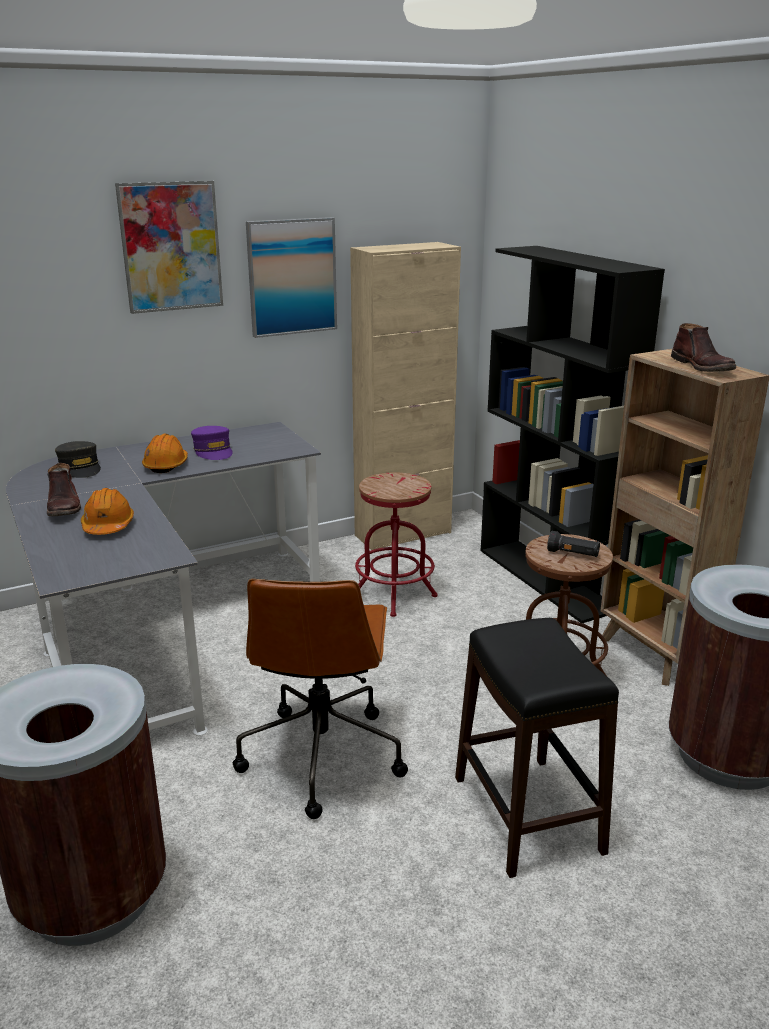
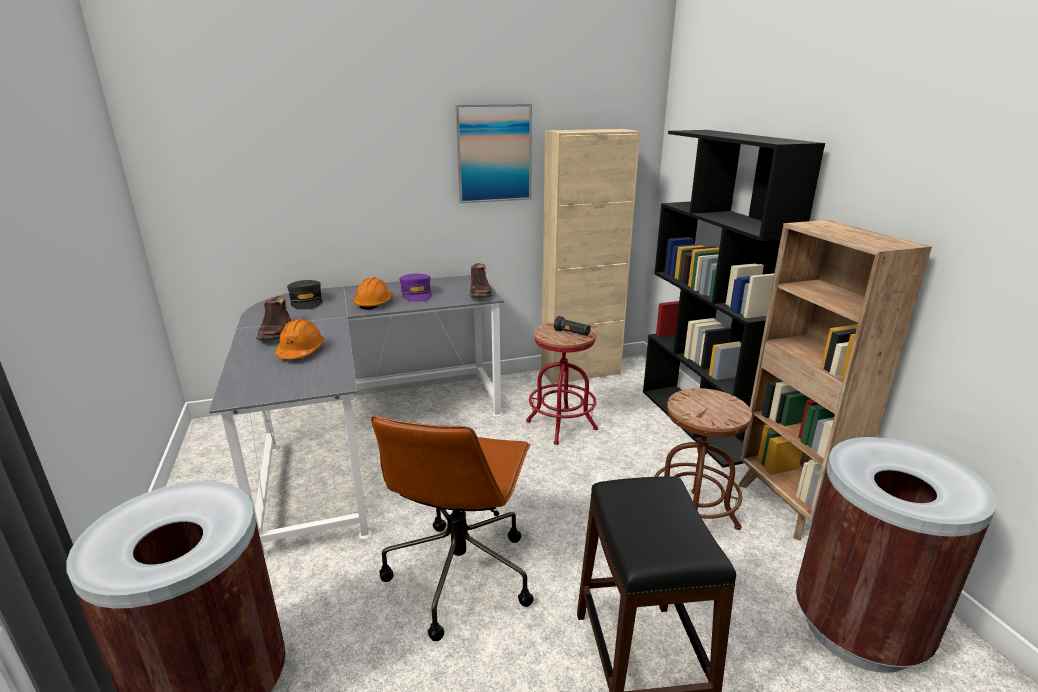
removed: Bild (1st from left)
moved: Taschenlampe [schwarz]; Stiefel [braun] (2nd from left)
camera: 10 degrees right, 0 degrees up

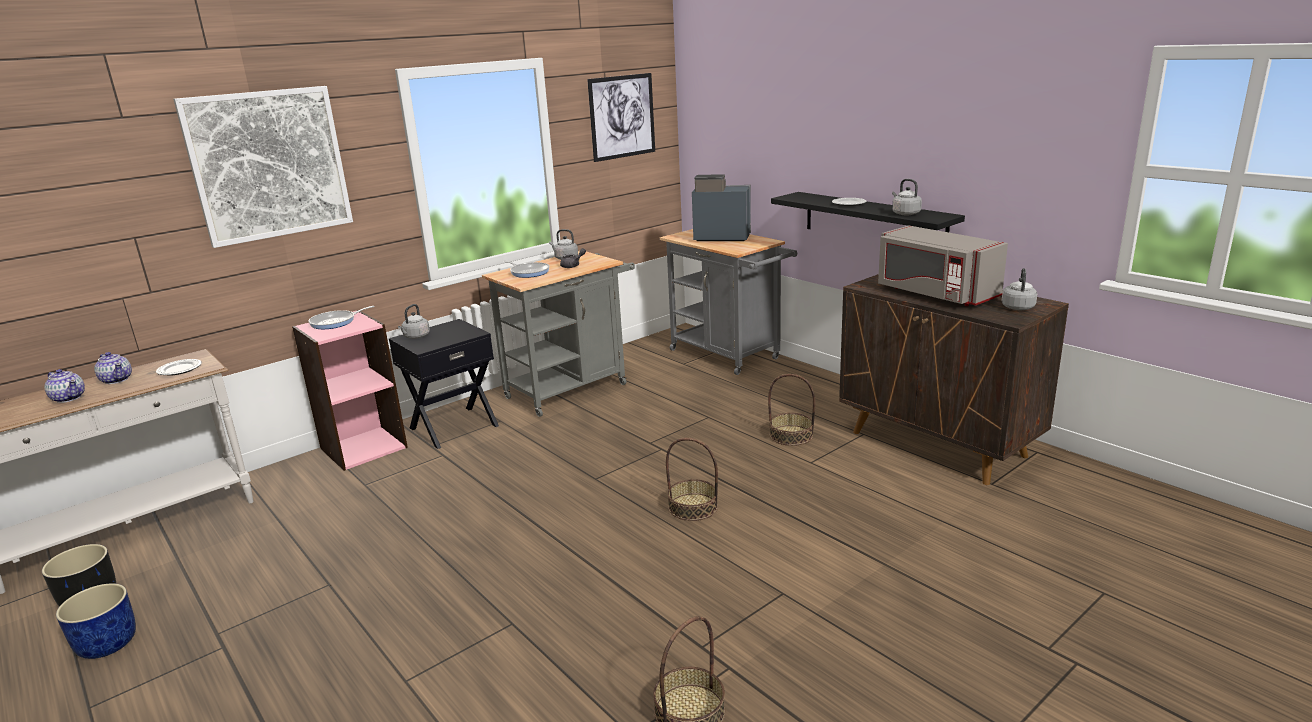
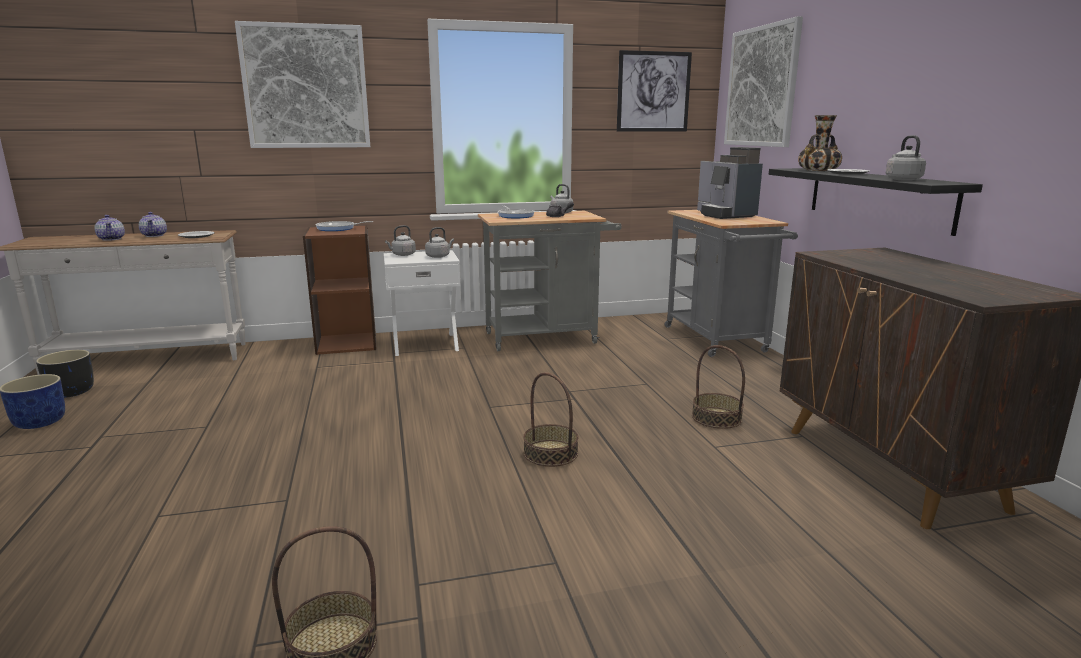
removed: Mikrowelle [grau]
added: Bild (3rd from left); Vase
moved: Wasserkessel [grau] (4th from left in the first image) to Wasserkessel [grau] (2nd from left)
recoloured: Bücherregal [rosa] to Bücherregal [braun]; Nachttisch [schwarz] to Nachttisch [weiß]
turned: Kaffeemaschine 150 degrees counterclockwise
camera: 25 degrees right, 5 degrees down

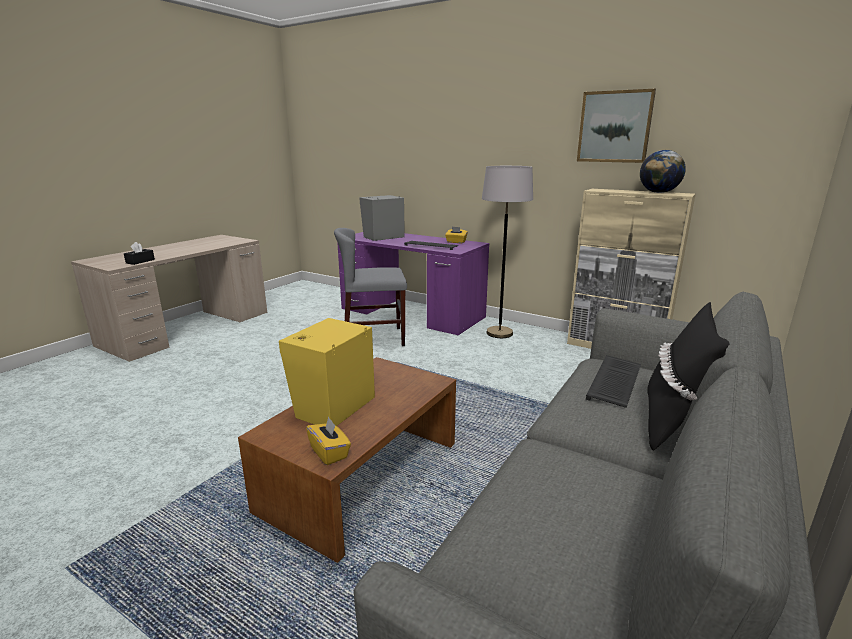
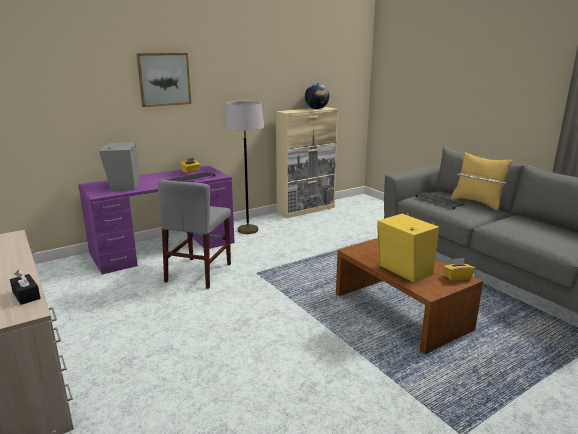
moved: Bild
recoloured: Kissen [schwarz] to Kissen [gelb]
camera: 65 degrees left, 0 degrees up

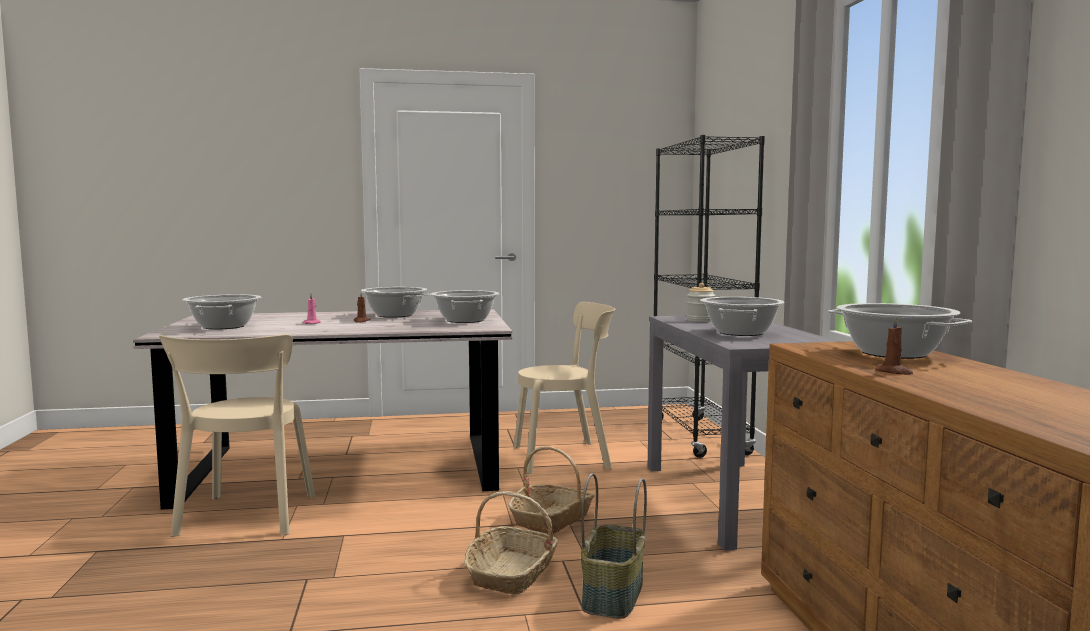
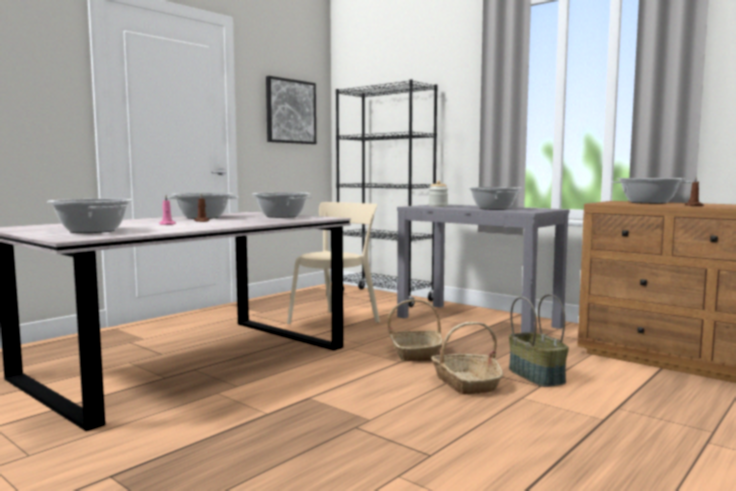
removed: Stuhl [beige] (1st from left)
added: Bild
camera: 40 degrees left, 0 degrees up

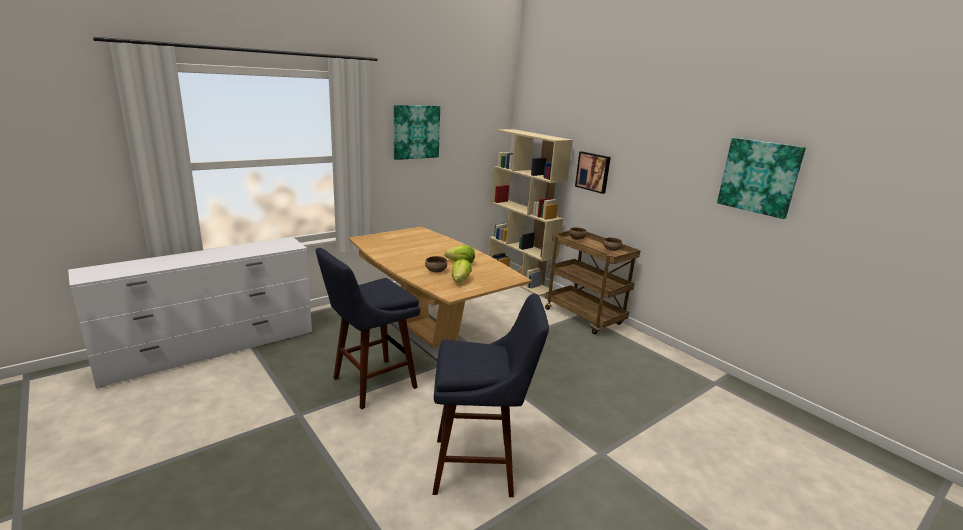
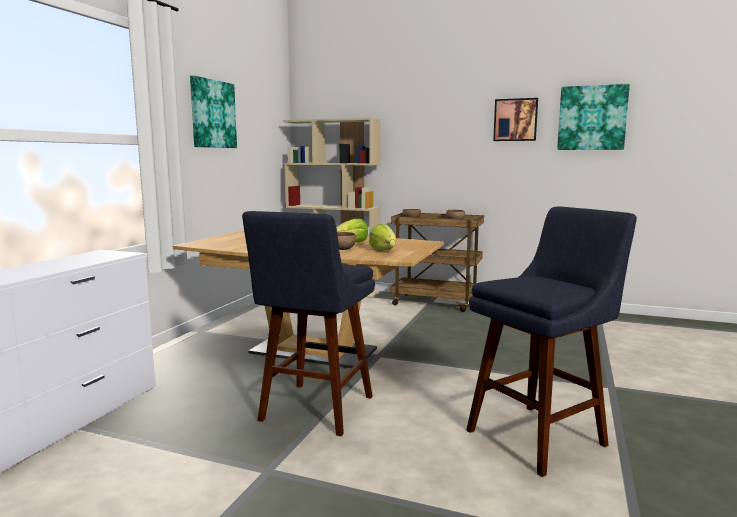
moved: Bild (2nd from left)
camera: 30 degrees left, 10 degrees down

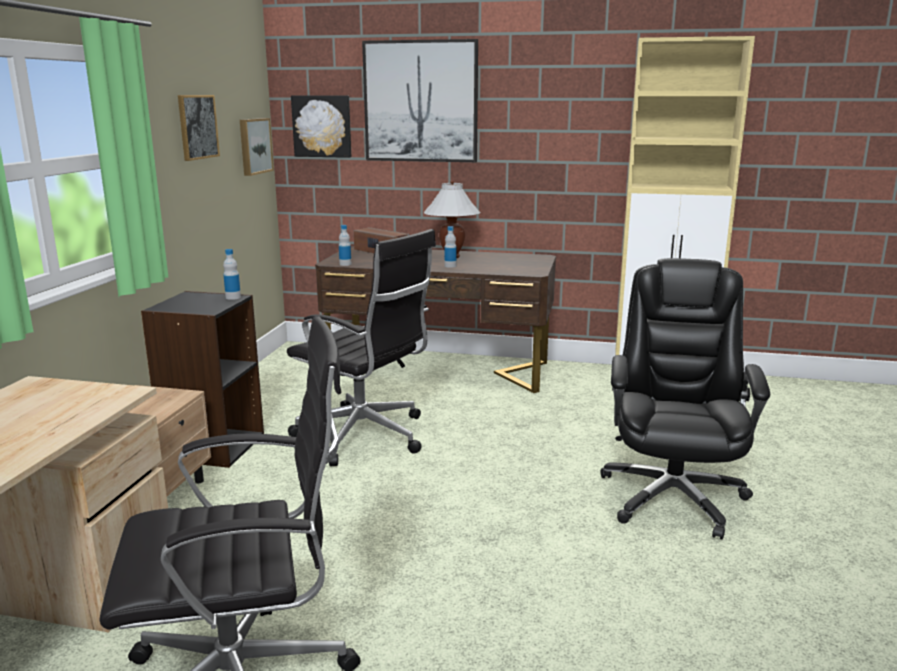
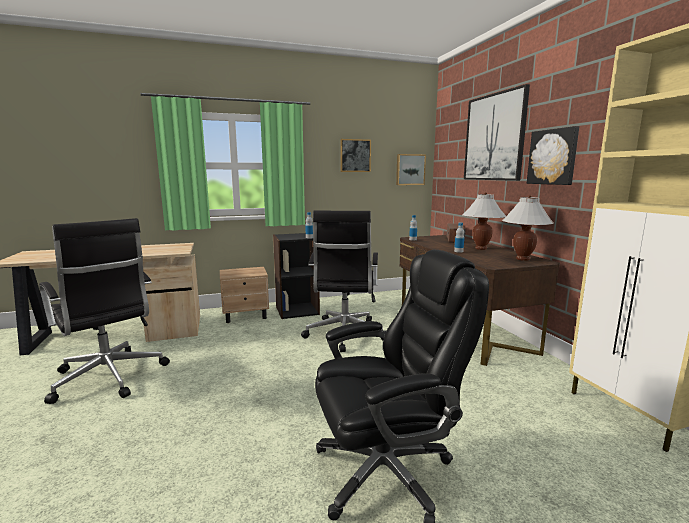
added: Tischlampe [weiß] (2nd from left)
moved: Bild (3rd from left in the first image) to Bild (4th from left)
camera: 60 degrees right, 5 degrees down

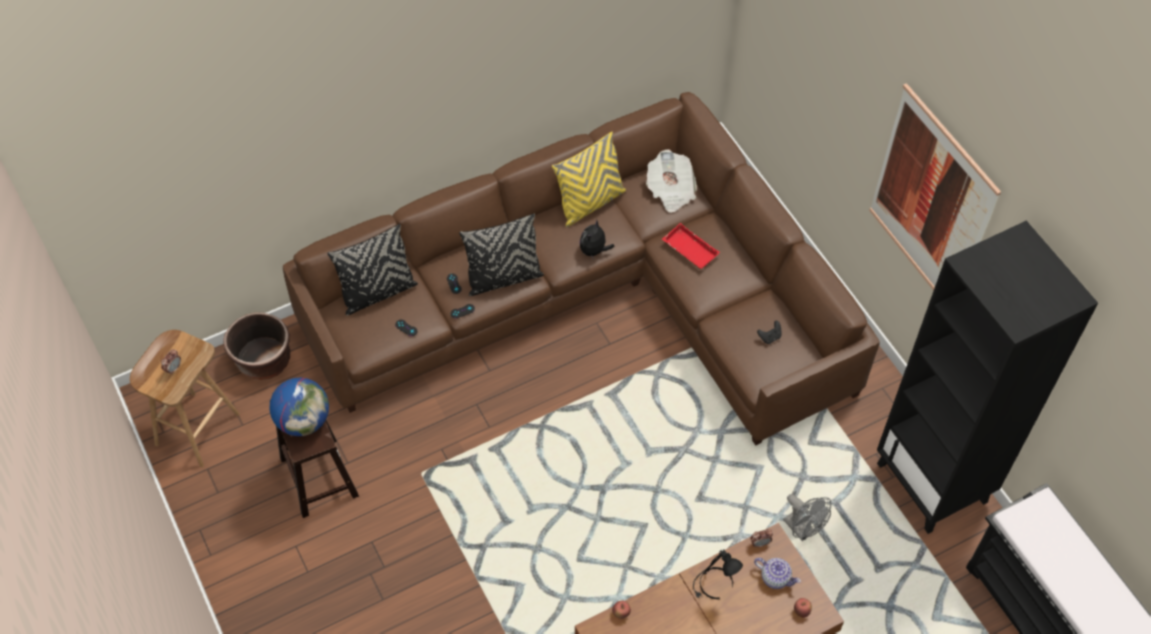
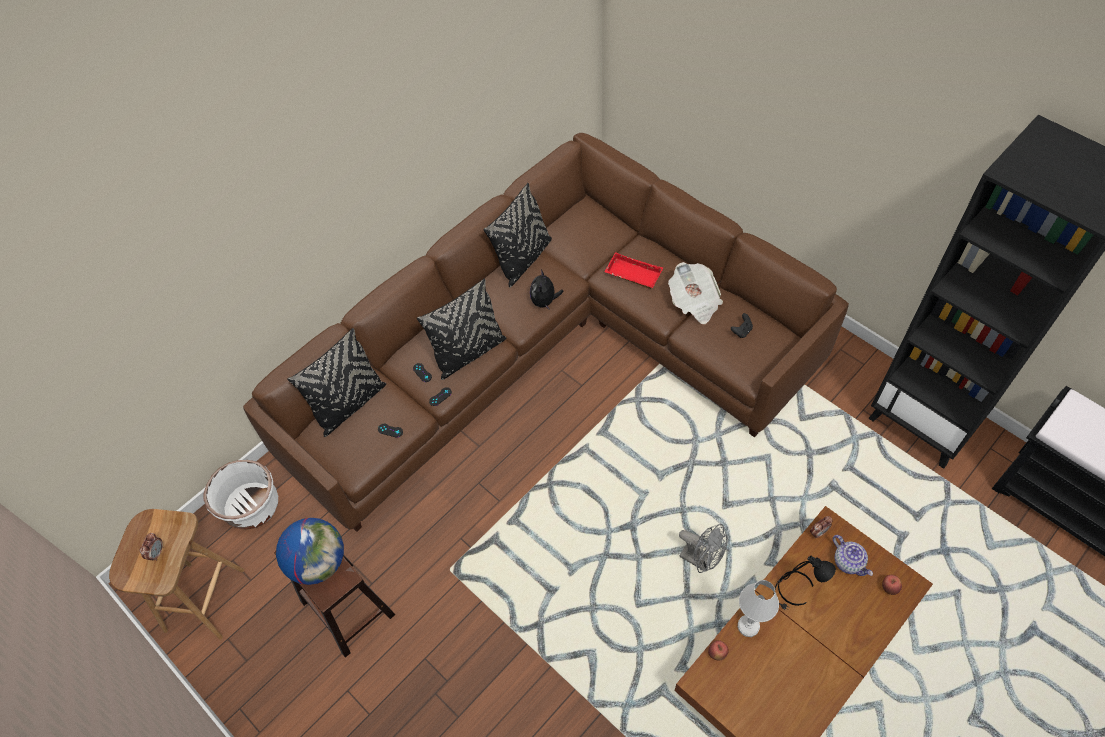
removed: Bild
added: Tischlampe [weiß]
moved: Zeitung; Ventilator [grau]
recoloured: Pflanzkübel [braun] to Pflanzkübel [weiß]; Kissen [gelb] to Kissen [schwarz] (3rd from left)
turned: Teekanne 45 degrees clockwise
camera: 15 degrees left, 0 degrees up

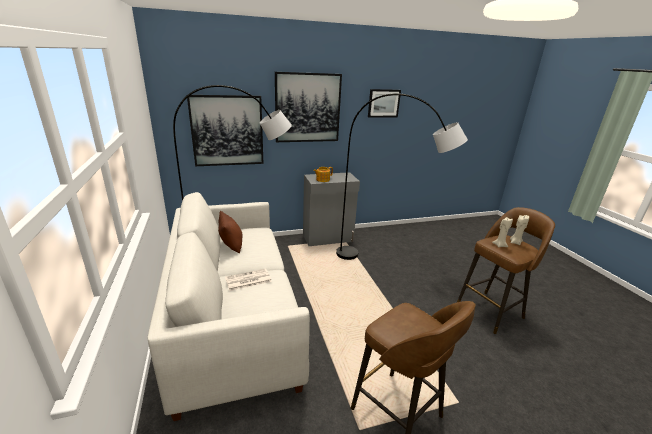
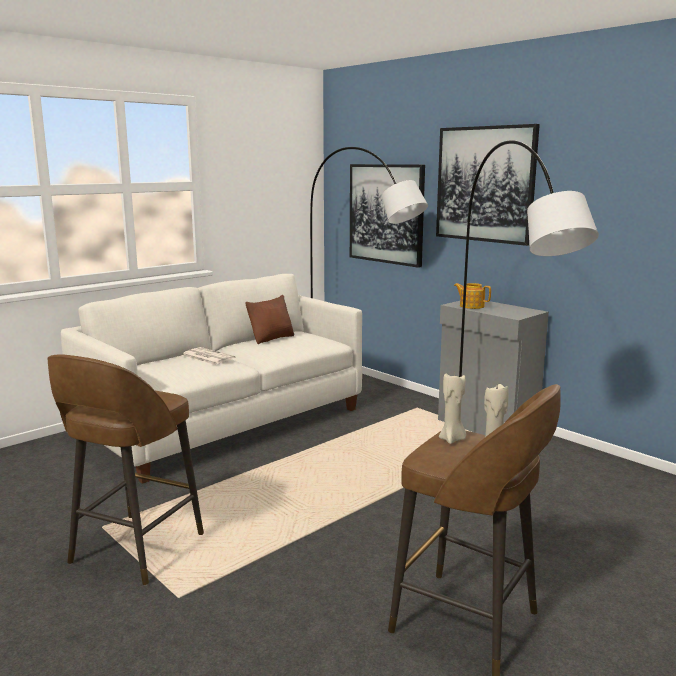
removed: Bild (3rd from left)
camera: 65 degrees right, 10 degrees down

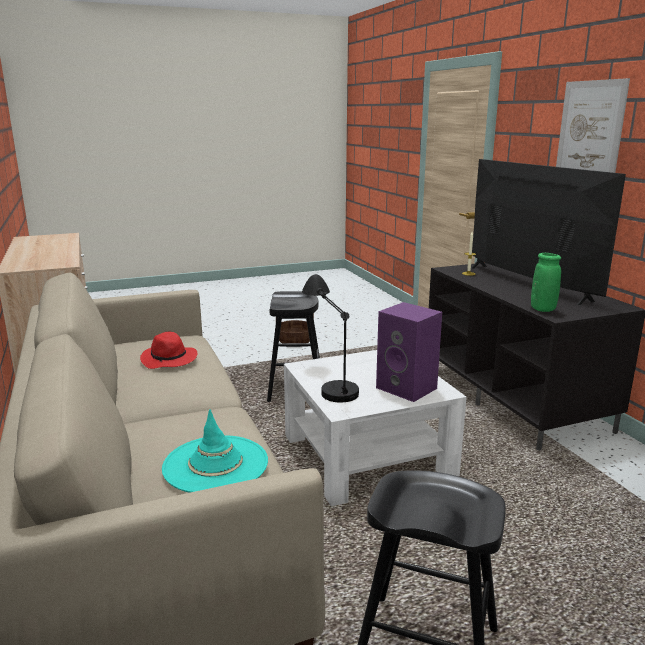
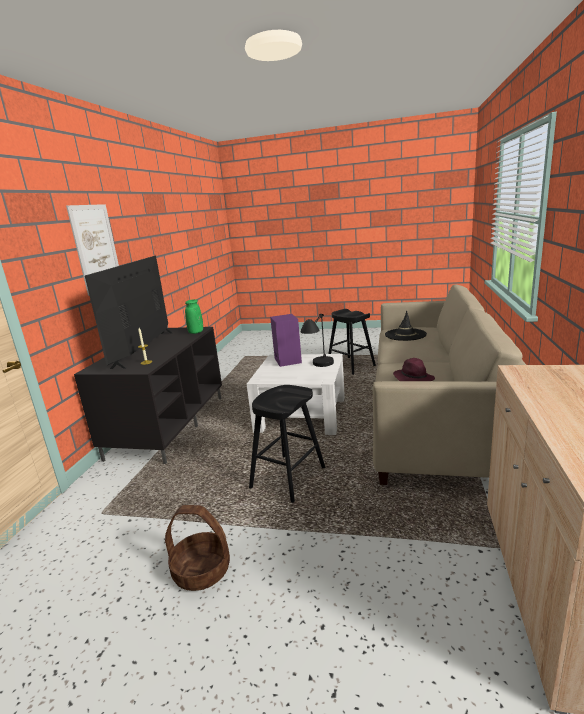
recoloured: Hut [rot] to Hut [lila]; Hut [türkis] to Hut [schwarz]
camera: 145 degrees left, 0 degrees up

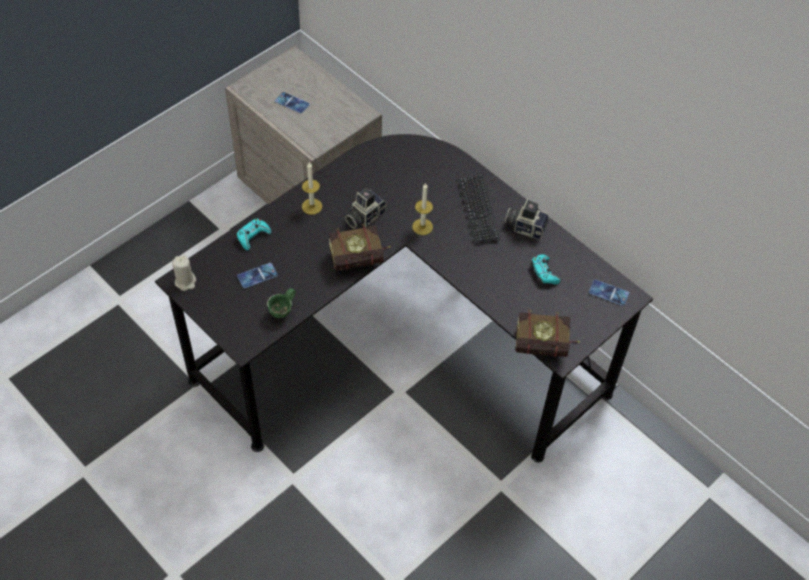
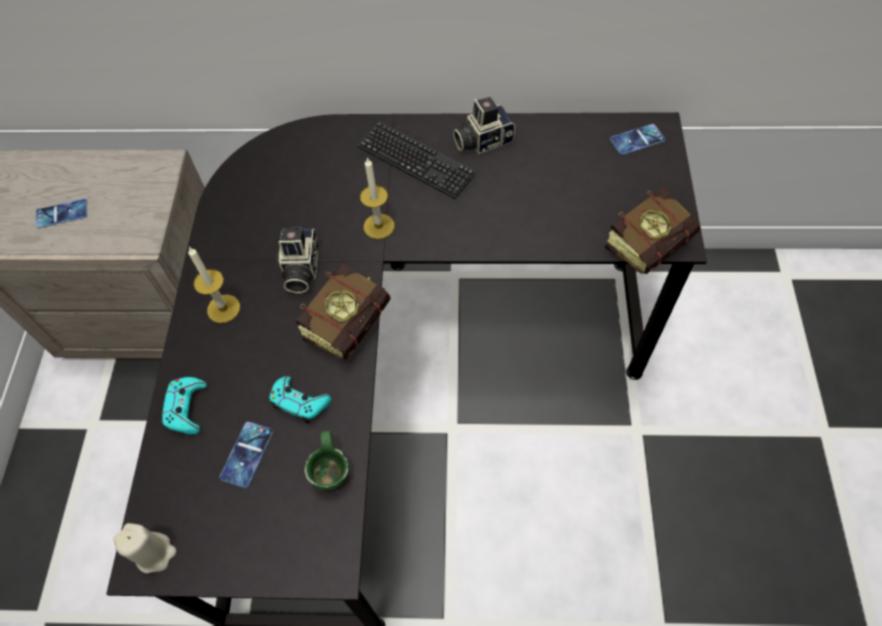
moved: Gamepad [türkis] (2nd from left)
camera: 40 degrees left, 5 degrees up

